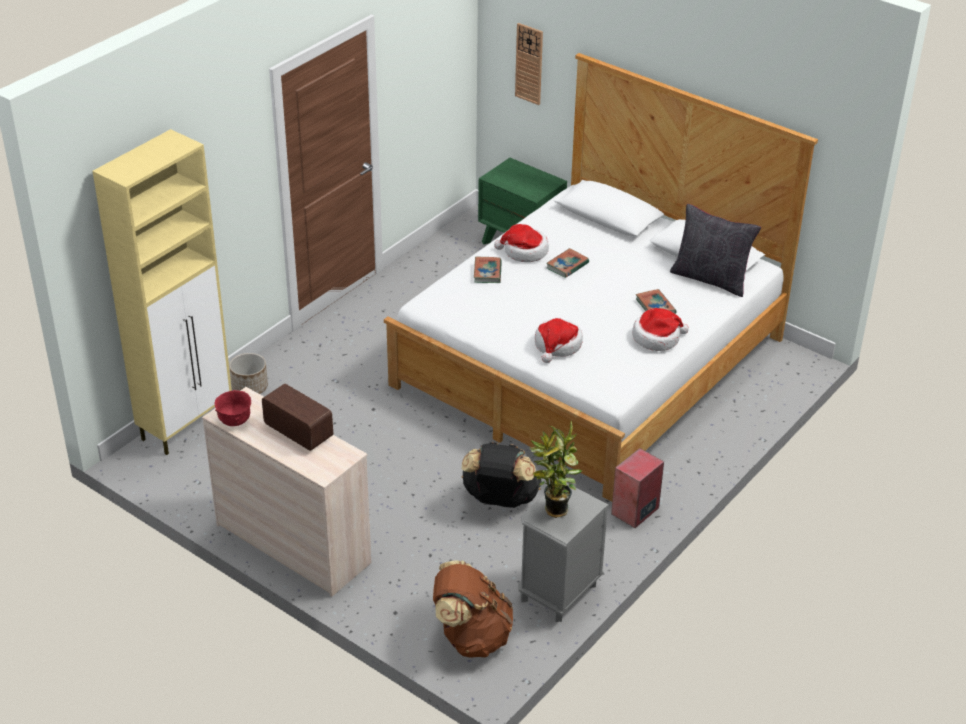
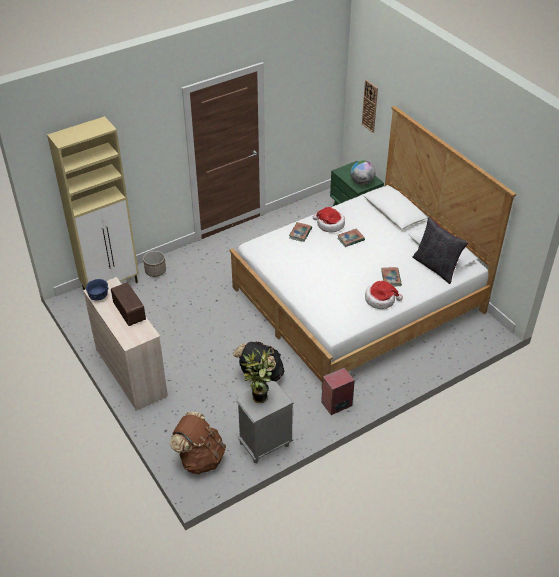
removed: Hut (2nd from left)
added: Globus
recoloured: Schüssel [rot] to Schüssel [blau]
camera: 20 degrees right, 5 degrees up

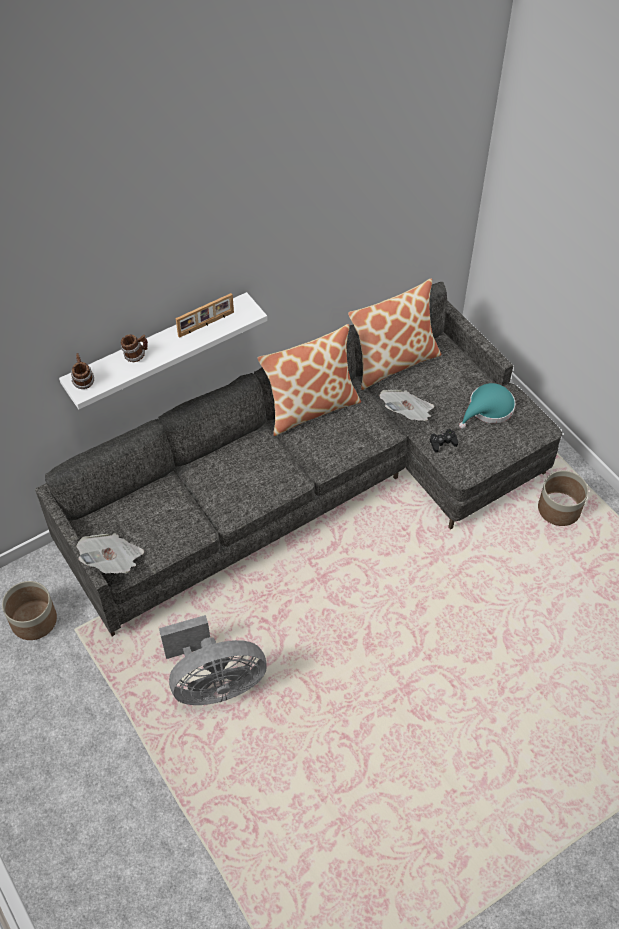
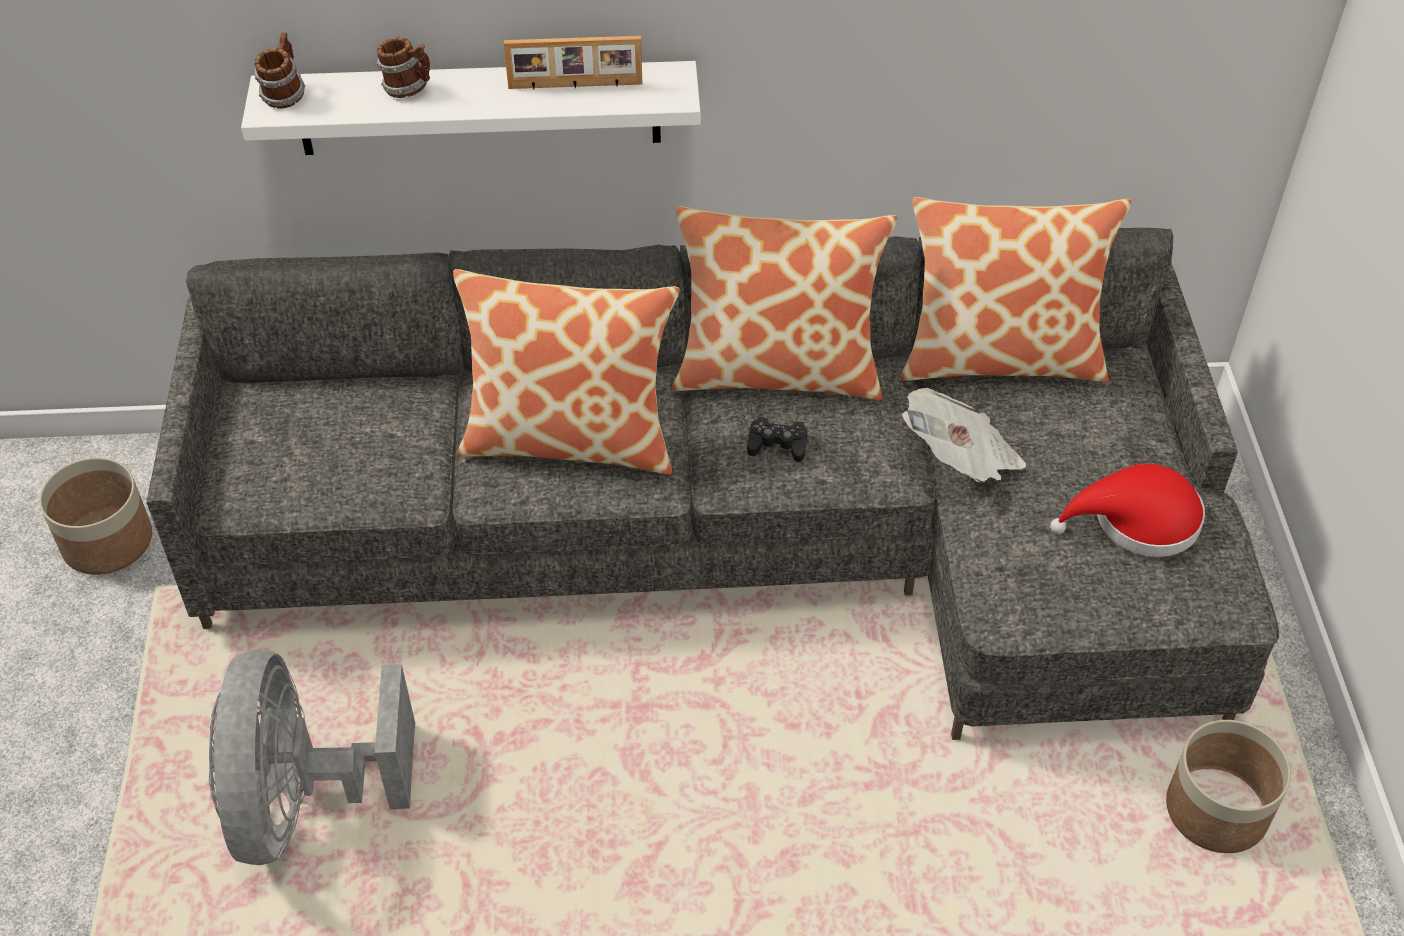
removed: Zeitung (1st from left)
added: Kissen (1st from left)
moved: Gamepad [schwarz]
recoloured: Hut [türkis] to Hut [rot]
turned: Ventilator [grau] 75 degrees clockwise
camera: 30 degrees right, 5 degrees down

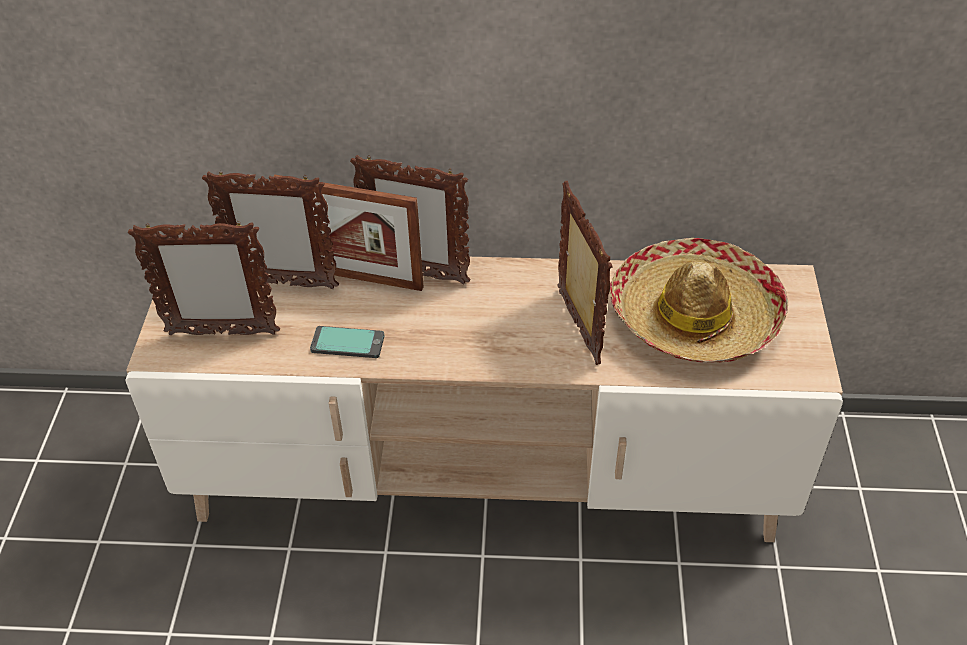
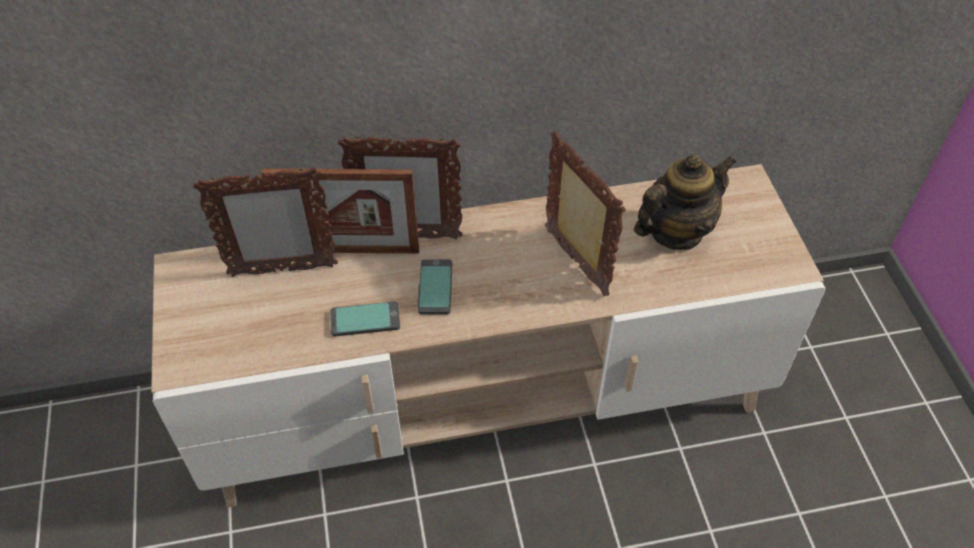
removed: Bilderrahmen (1st from left)
added: Handy (2nd from left)
replaced: Hut to Teekanne
camera: 15 degrees left, 5 degrees up

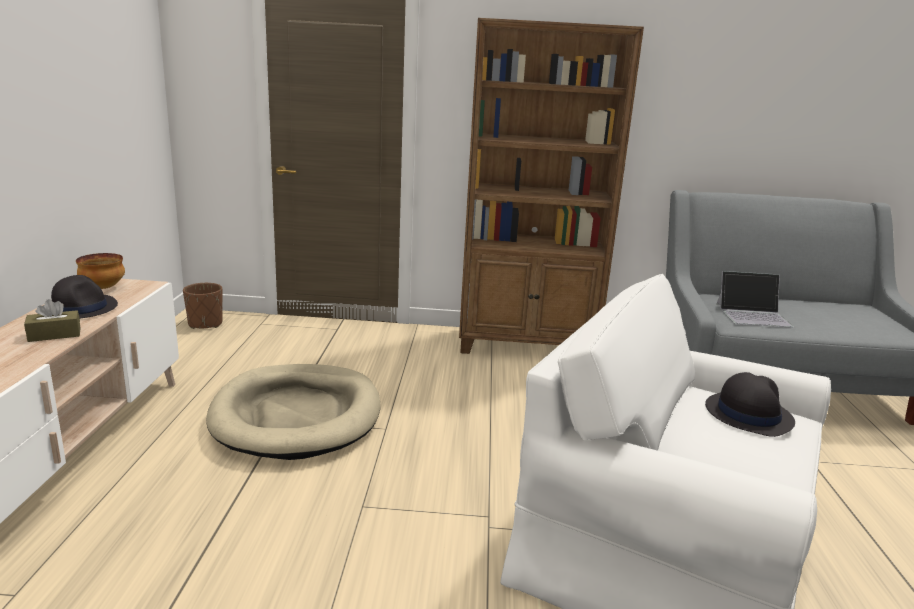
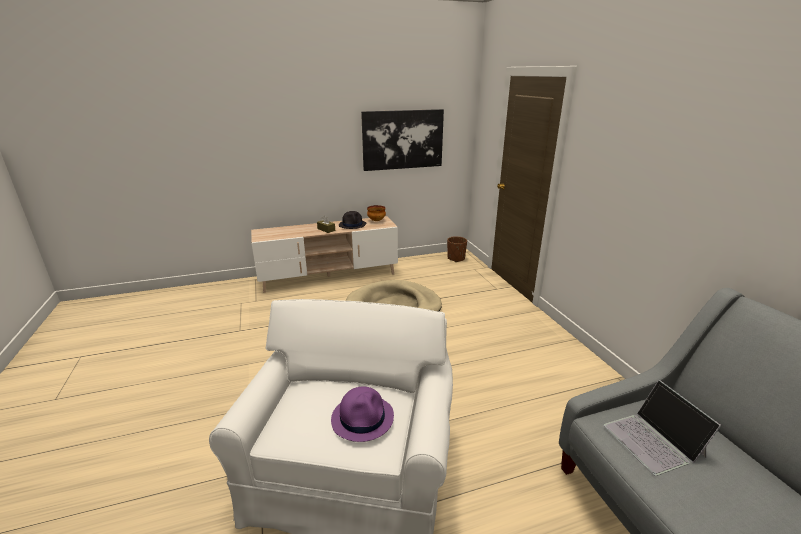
removed: Bücherregal [braun]
added: Bild
recoloured: Hut [schwarz] (2nd from left) to Hut [lila]
camera: 70 degrees right, 5 degrees up

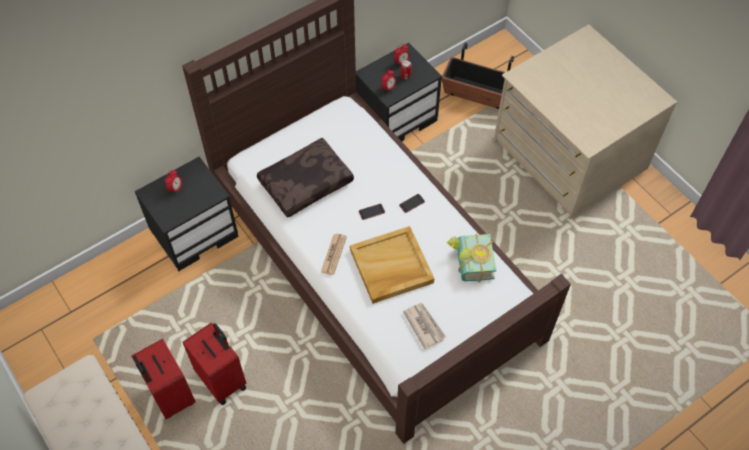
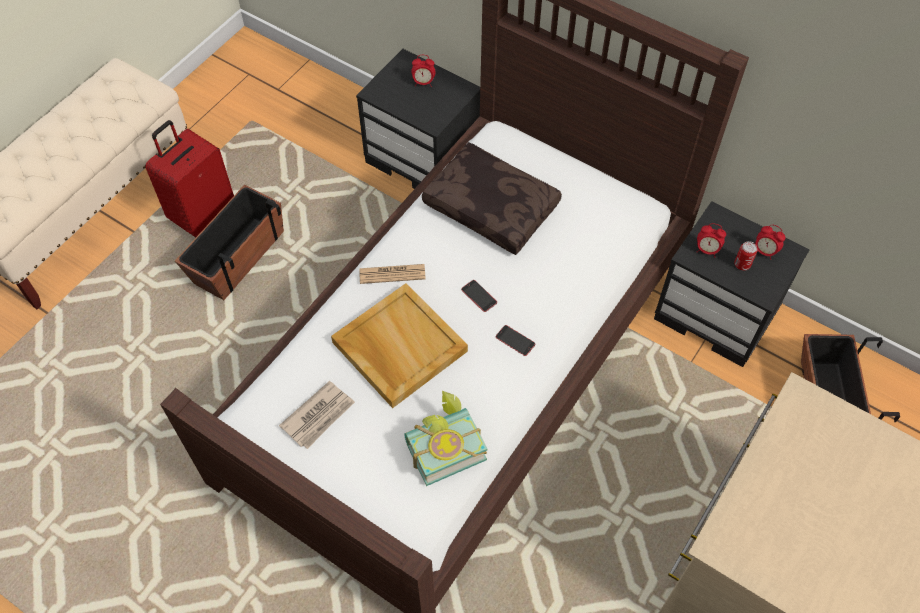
replaced: Koffer [rot] (2nd from left) to Pflanzkübel (1st from left)
camera: 70 degrees right, 0 degrees up

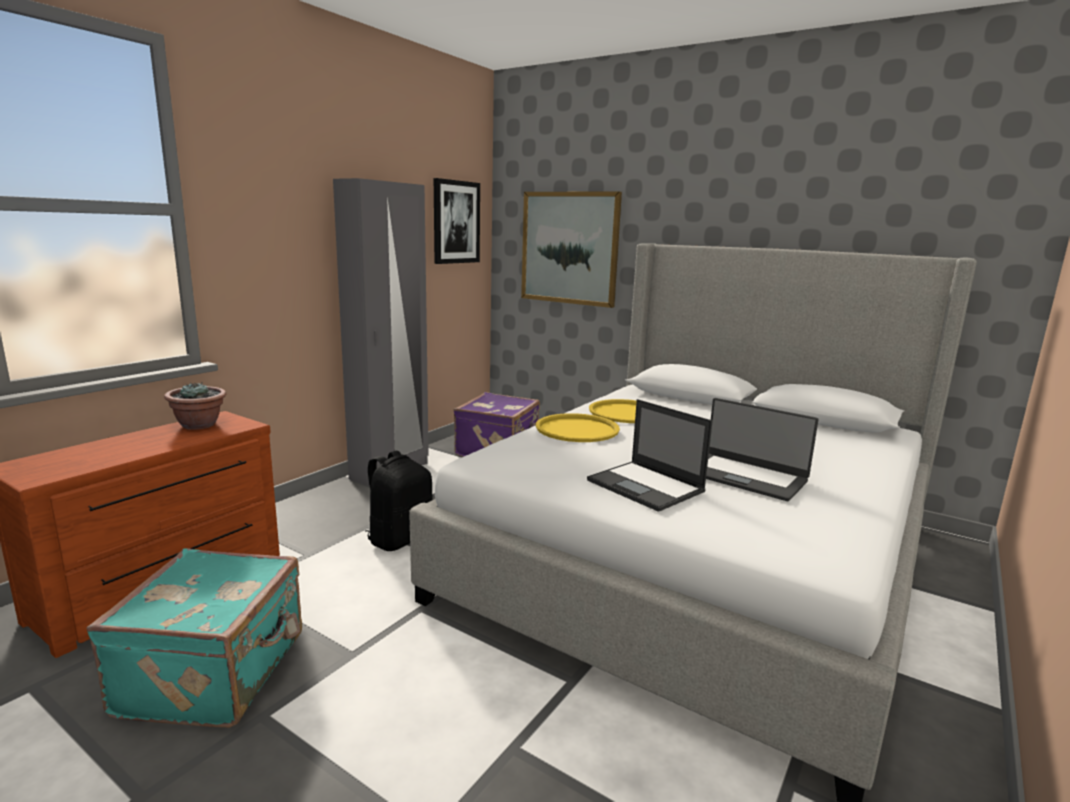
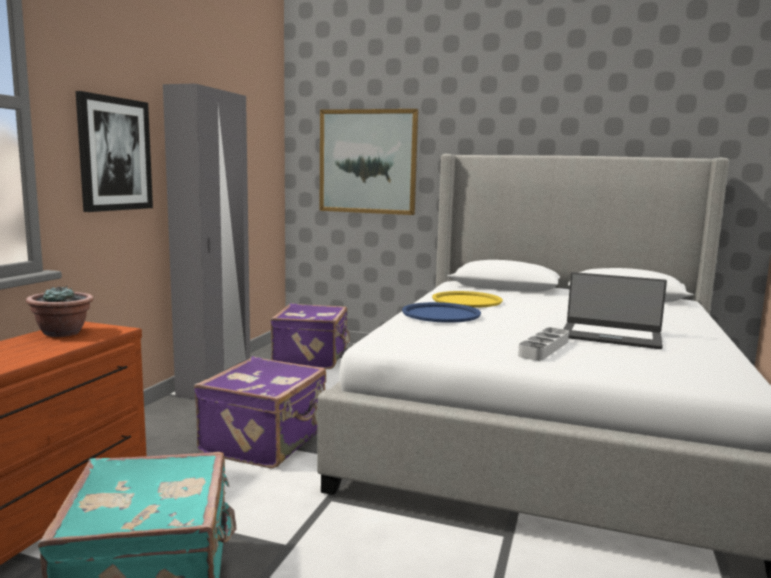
moved: Bild (1st from left)
replaced: Rucksack [schwarz] to Koffer [lila] (1st from left); Laptop (1st from left) to Tablett [grau]
recoloured: Tablett [gelb] (1st from left) to Tablett [blau]
camera: 15 degrees left, 5 degrees down

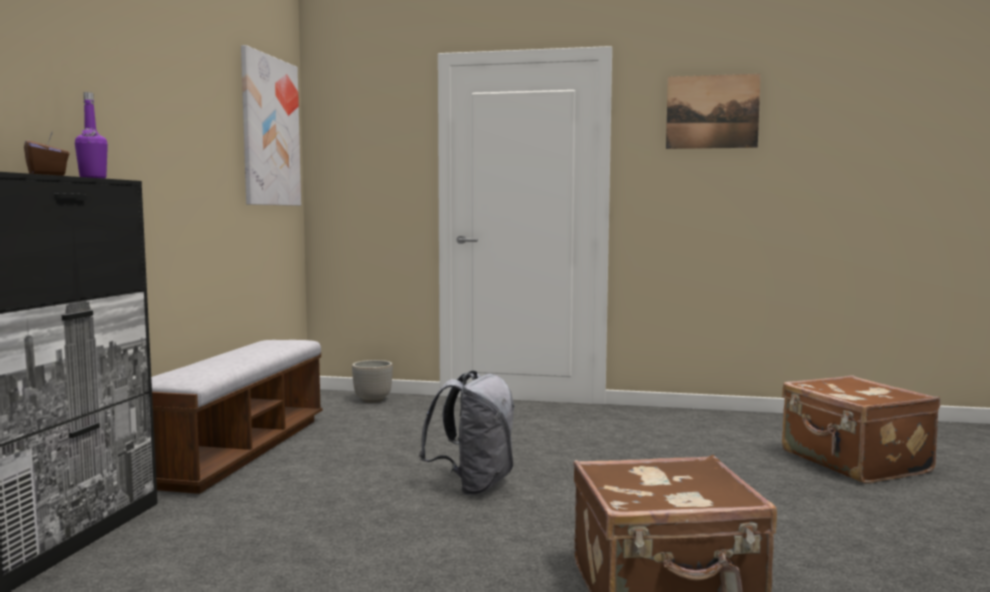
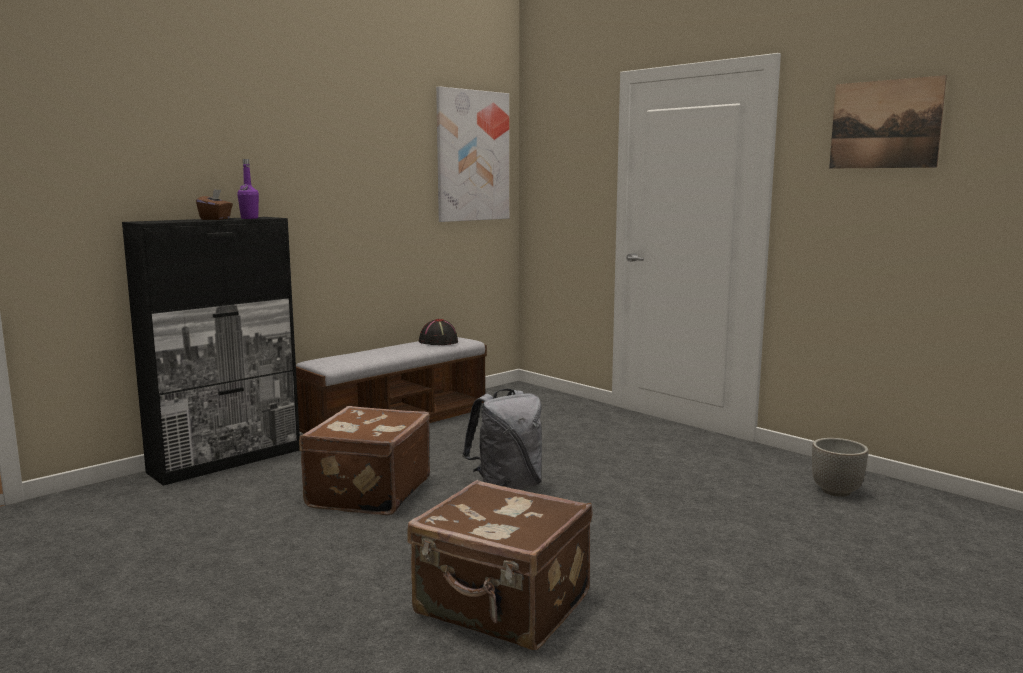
added: Hut [schwarz]
moved: Pflanzkübel; Koffer [braun] (2nd from left in the first image) to Koffer [braun] (1st from left)
camera: 35 degrees right, 5 degrees up

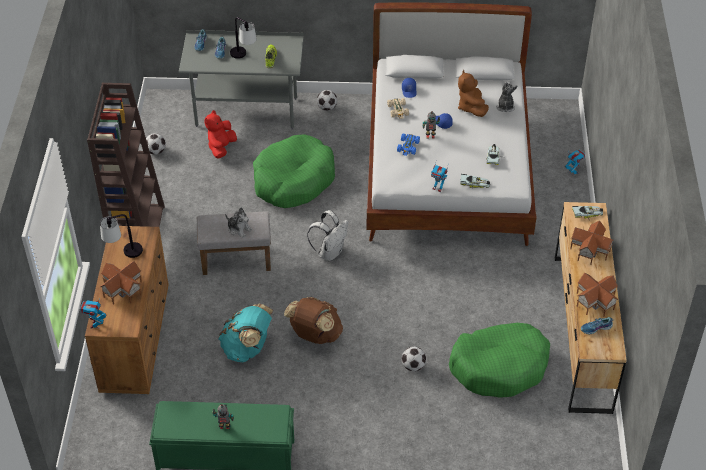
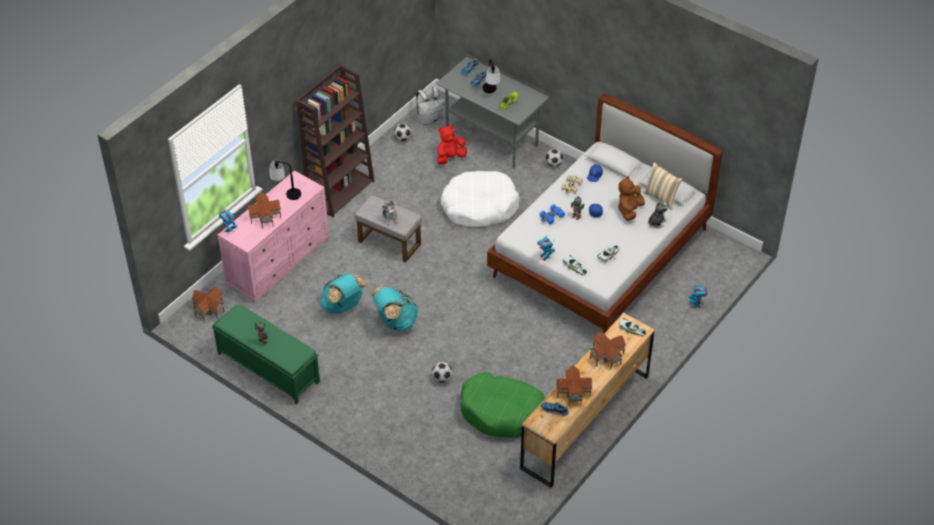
added: Spielzeughaus (1st from left); Kissen [beige]
moved: Rucksack [weiß]
recoloured: Kommode [braun] (1st from left) to Kommode [rosa]; Hundebett [grün] (1st from left) to Hundebett [weiß]; Rucksack [braun] to Rucksack [türkis] (2nd from left)
camera: 35 degrees right, 0 degrees up

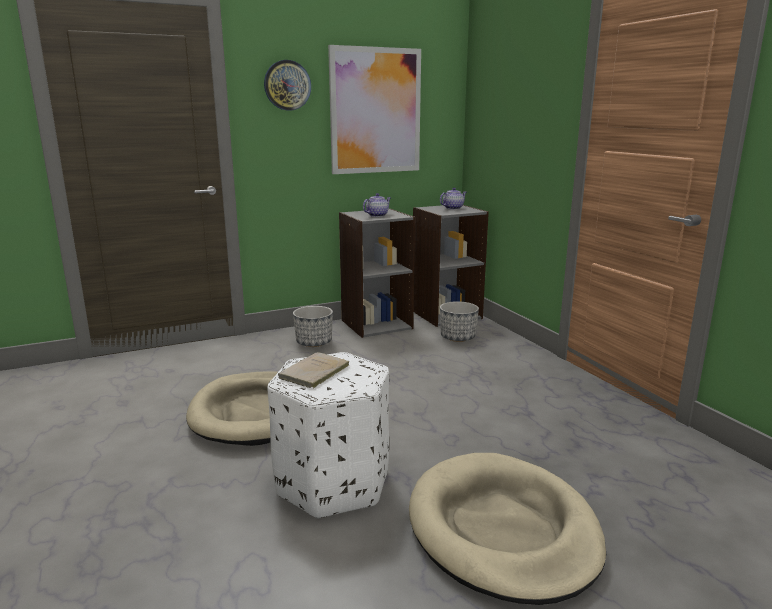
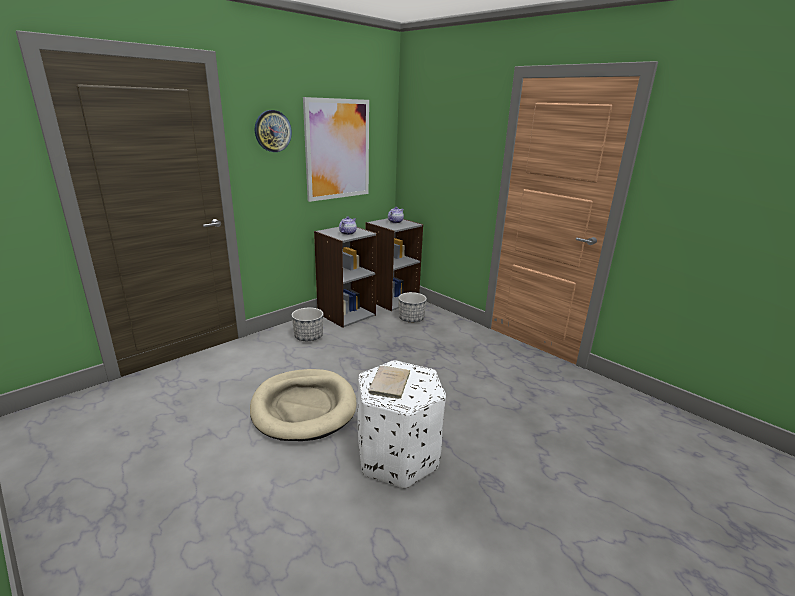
removed: Hundebett [beige] (2nd from left)
camera: 20 degrees left, 5 degrees up

